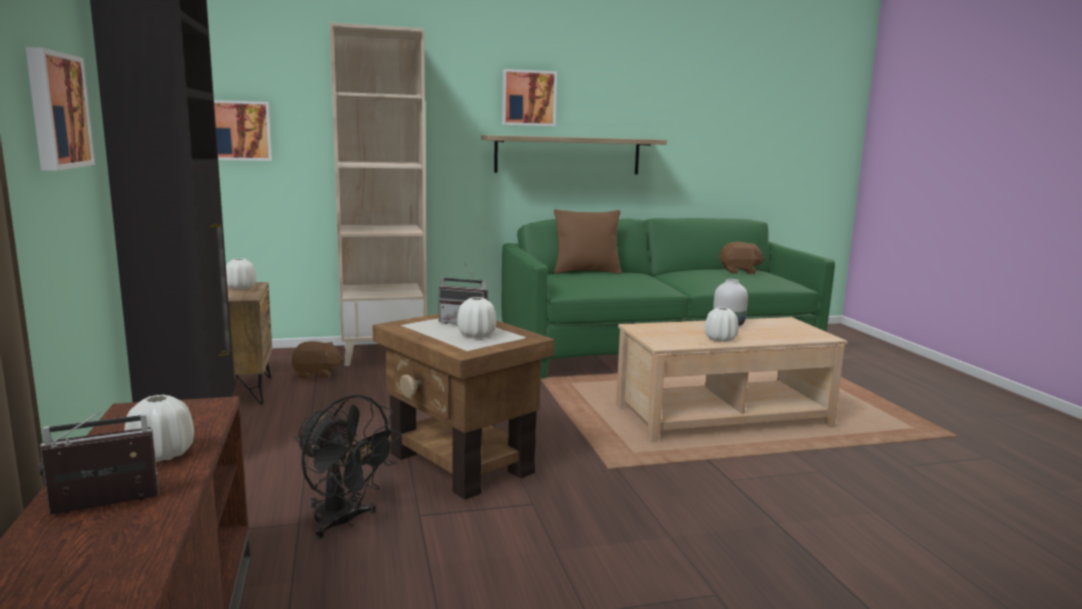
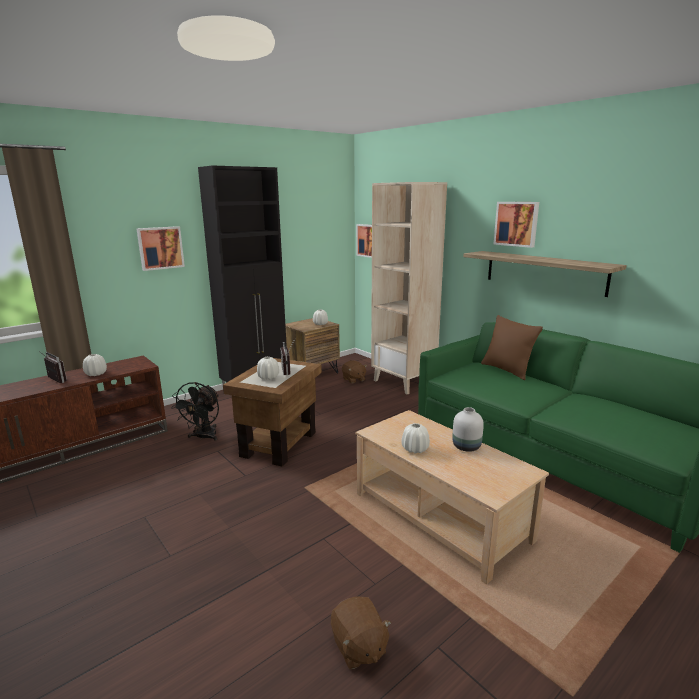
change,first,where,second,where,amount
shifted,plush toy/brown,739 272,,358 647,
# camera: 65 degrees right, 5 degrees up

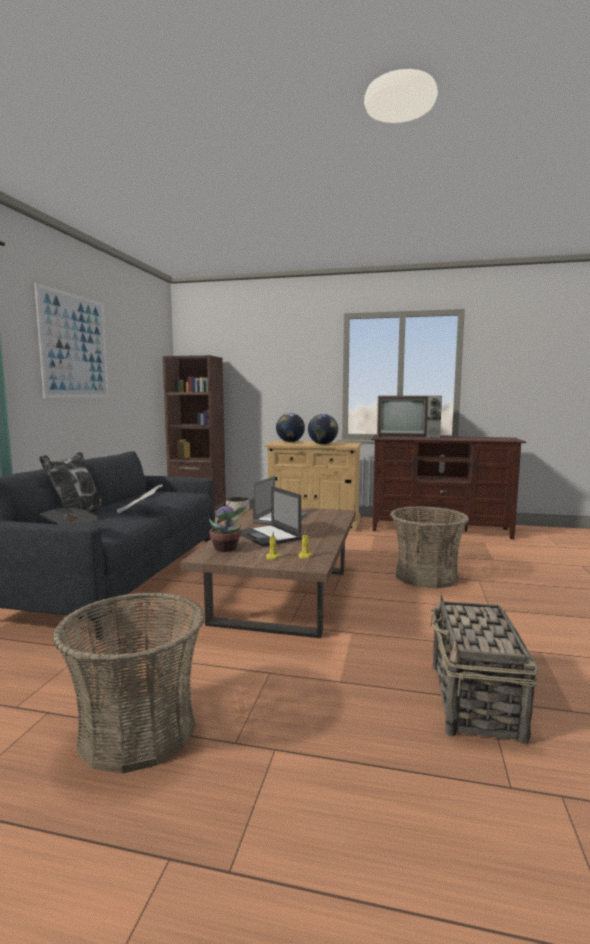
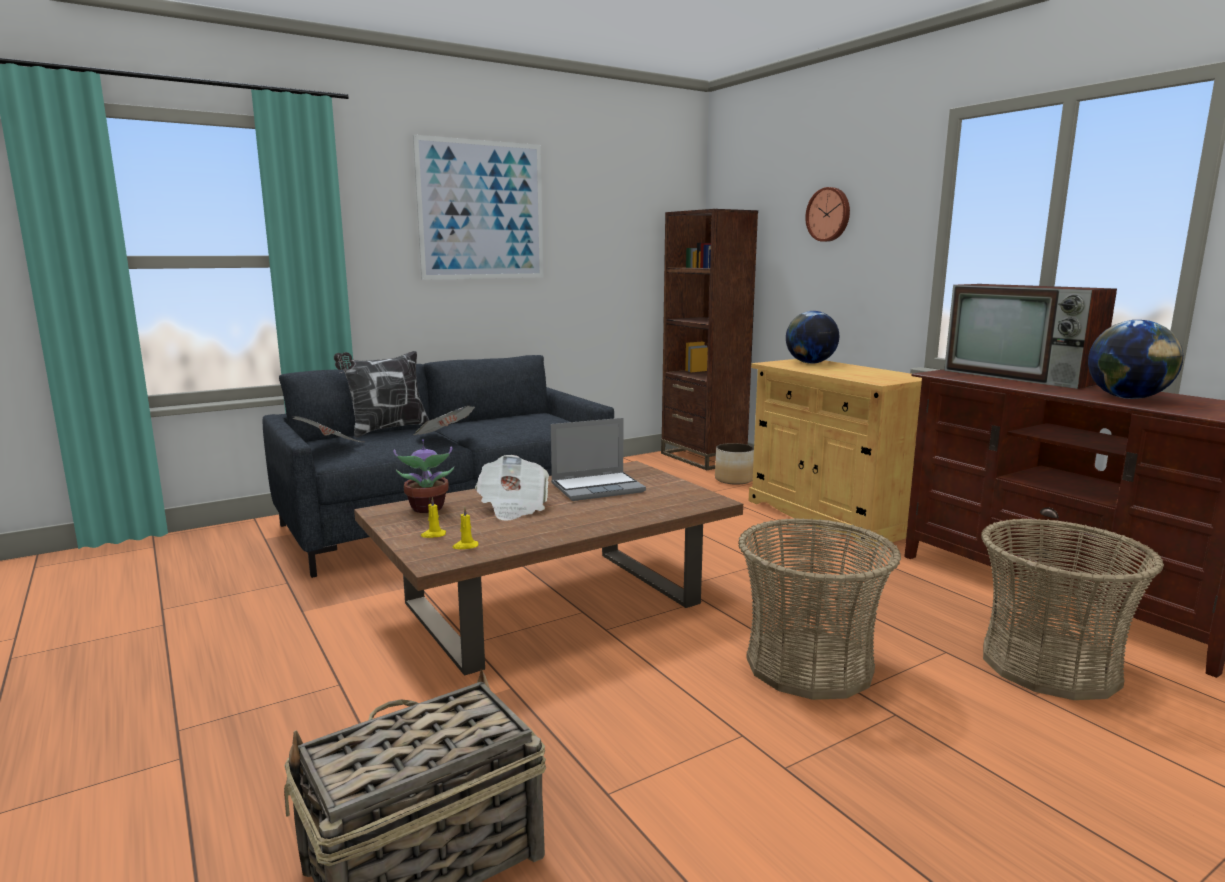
change,first,where,second,where,amount
shifted,basket,138 730,,1050 665,
swapped,laptop,269 536,newspaper,513 507,
shifted,globe,322 444,,1127 398,
new,,,wall clock,829 214,
# camera: 45 degrees right, 5 degrees up

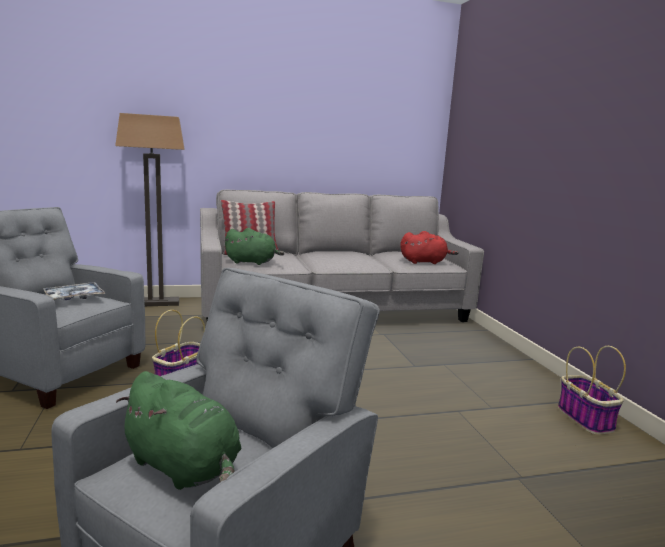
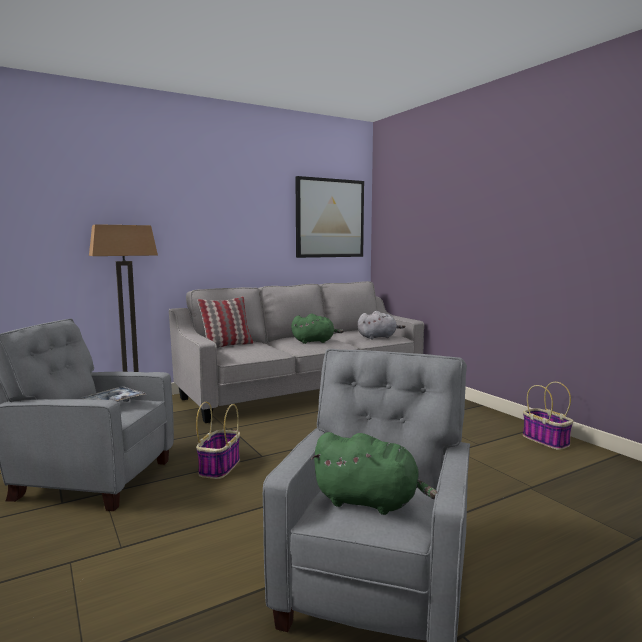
change,first,where,second,where,amount
shifted,plush toy/green,252 262,,315 341,
repainted,plush toy/red,424 262,plush toy/grey,378 337,
new,,,picture,329 218,
# camera: 15 degrees left, 5 degrees down

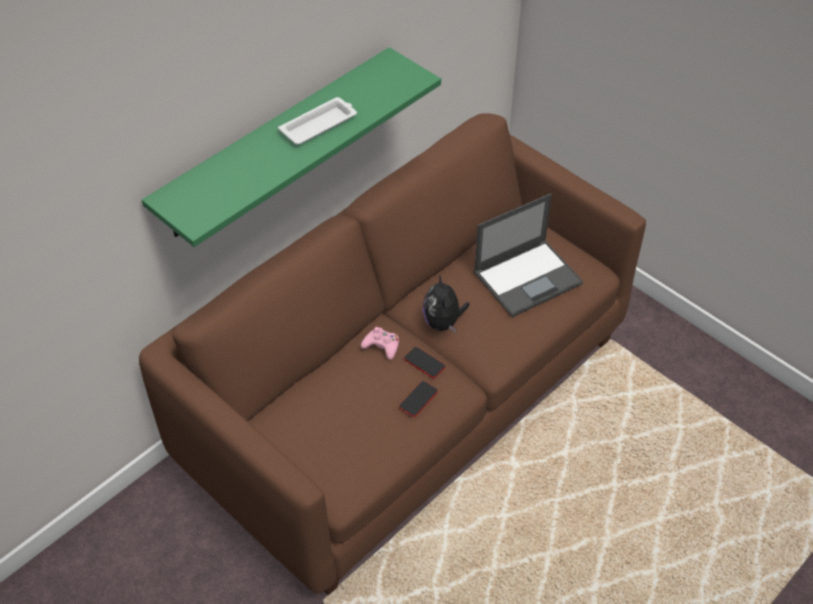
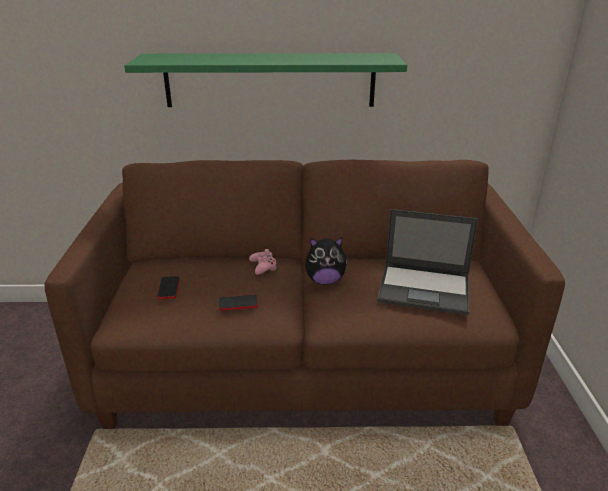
change,first,where,second,where,amount
gone,tray/white,319 125,,,
shifted,phone,424 363,,168 288,
rotated,plush toy,443 323,,325 280,135 degrees counterclockwise
# camera: 45 degrees right, 20 degrees down

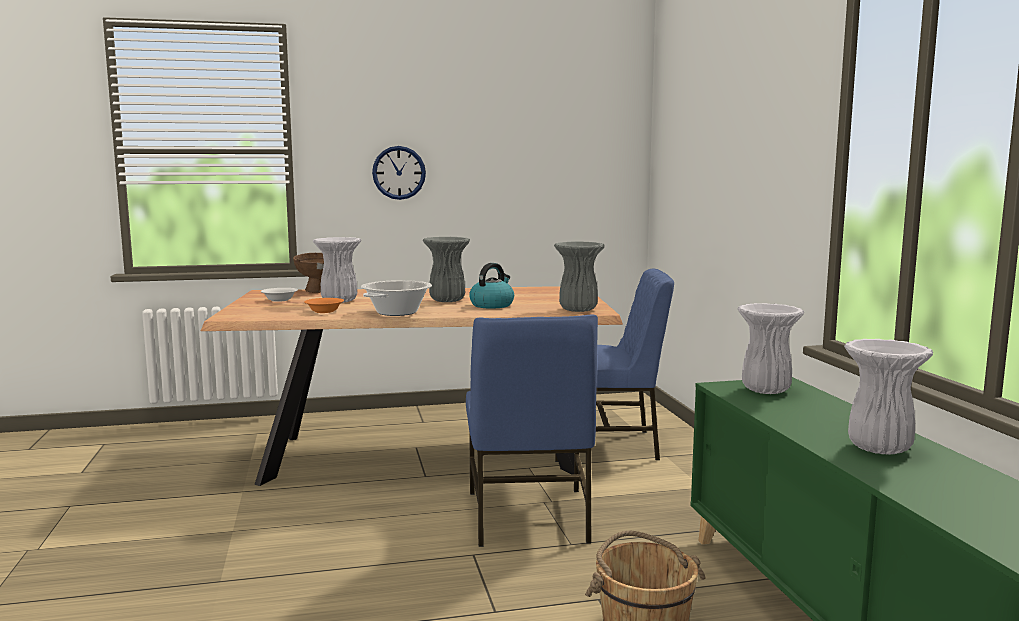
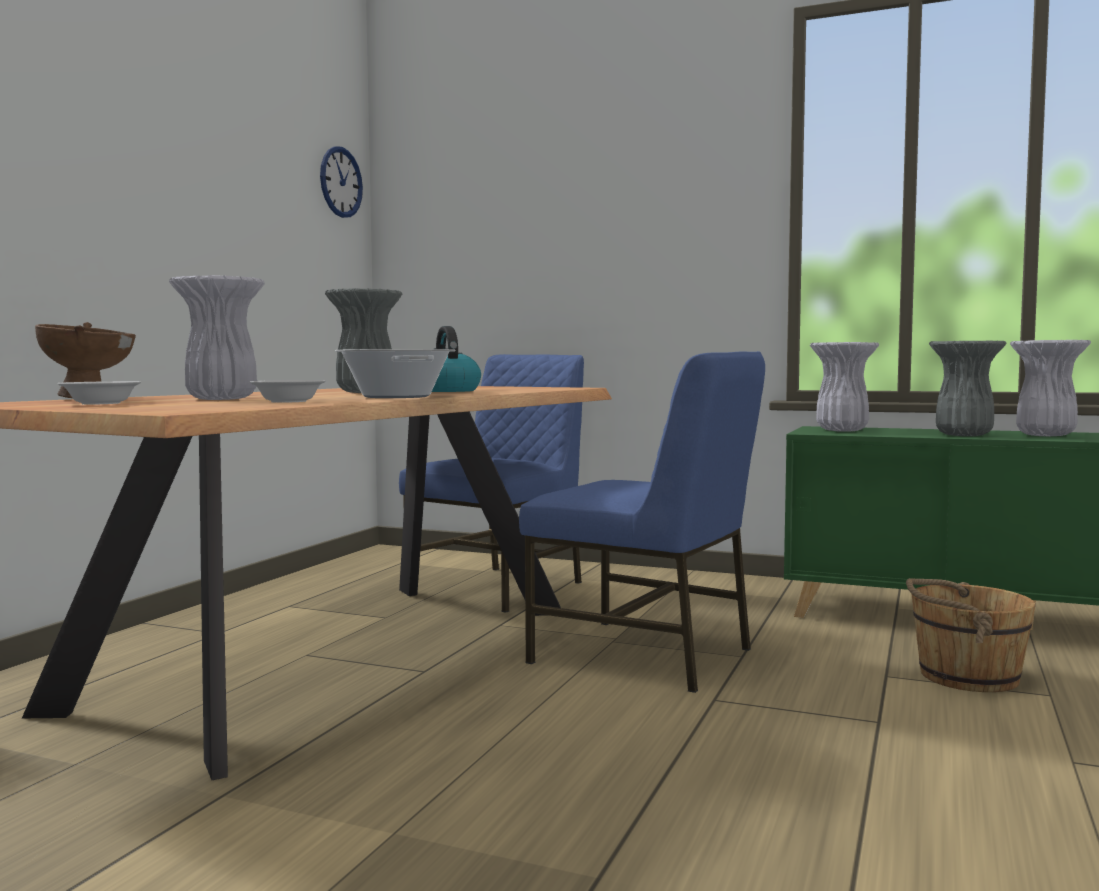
change,first,where,second,where,amount
repainted,bowl/orange,324 311,bowl/white,289 401,
shifted,wall clock,399 172,,340 182,
shifted,vase/grey,579 310,,963 435,
# camera: 55 degrees left, 5 degrees down

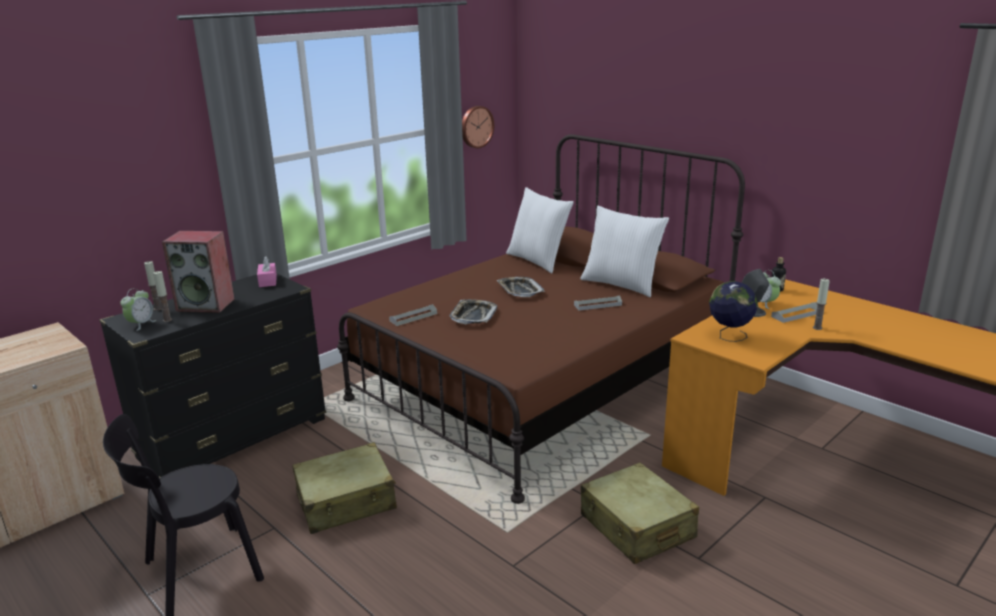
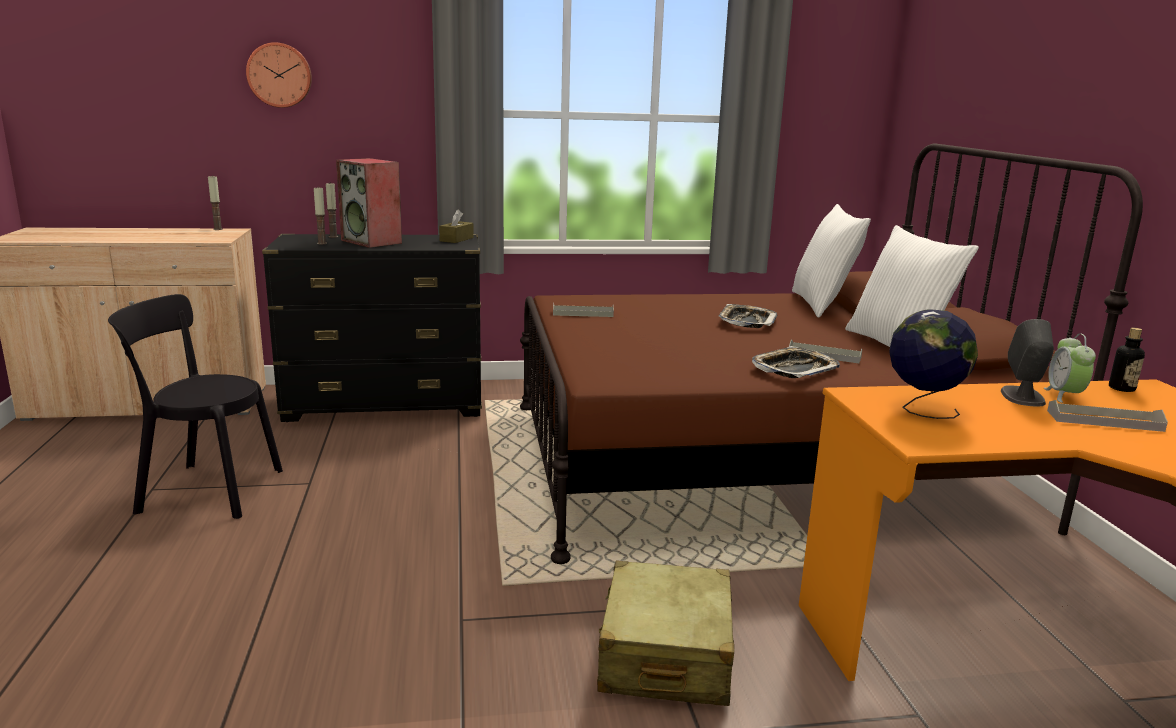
change,first,where,second,where,amount
gone,alarm clock,141 324,,,
repainted,tissue box/pink,267 281,tissue box/brown,456 239,
gone,suitcase/beige,346 501,,,
shifted,tray,473 316,,794 369,
shifted,wall clock,476 126,,280 75,
shifted,candle,817 328,,217 229,
# camera: 35 degrees right, 5 degrees down

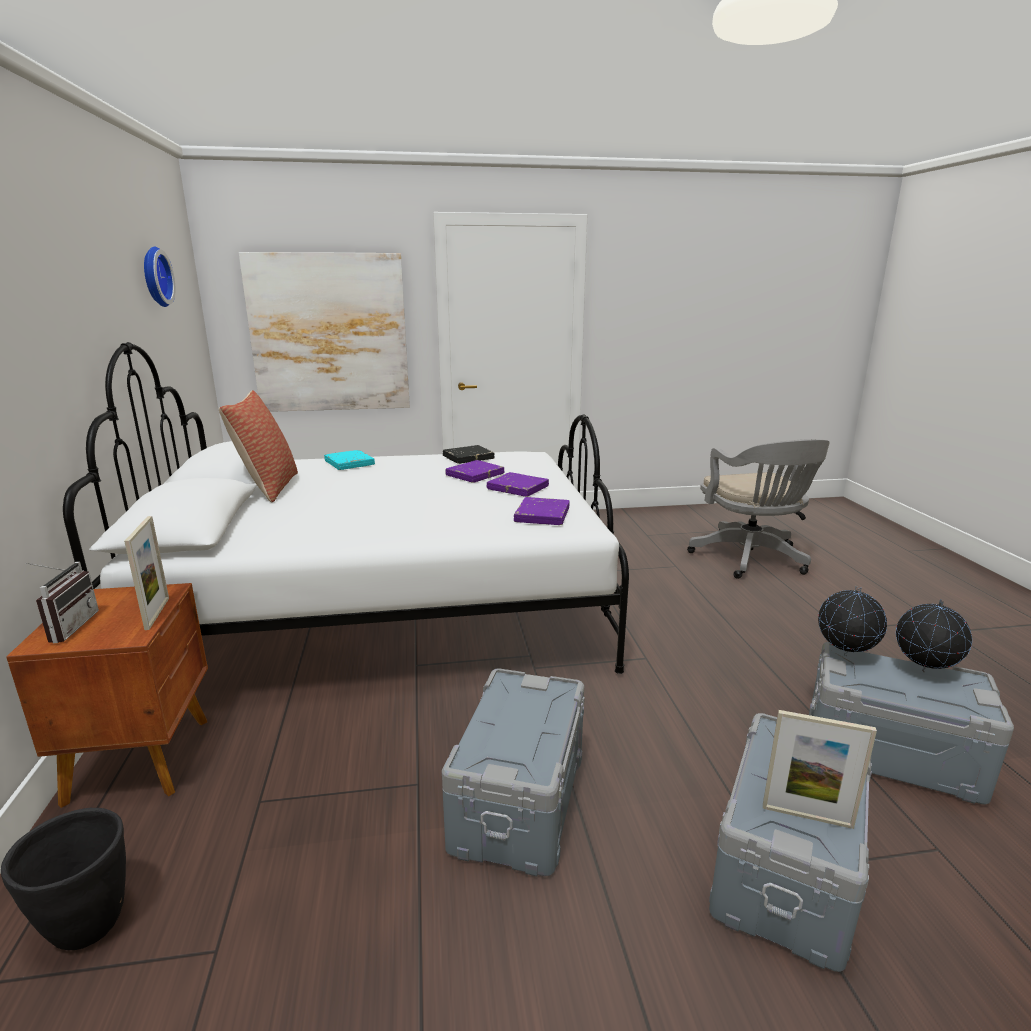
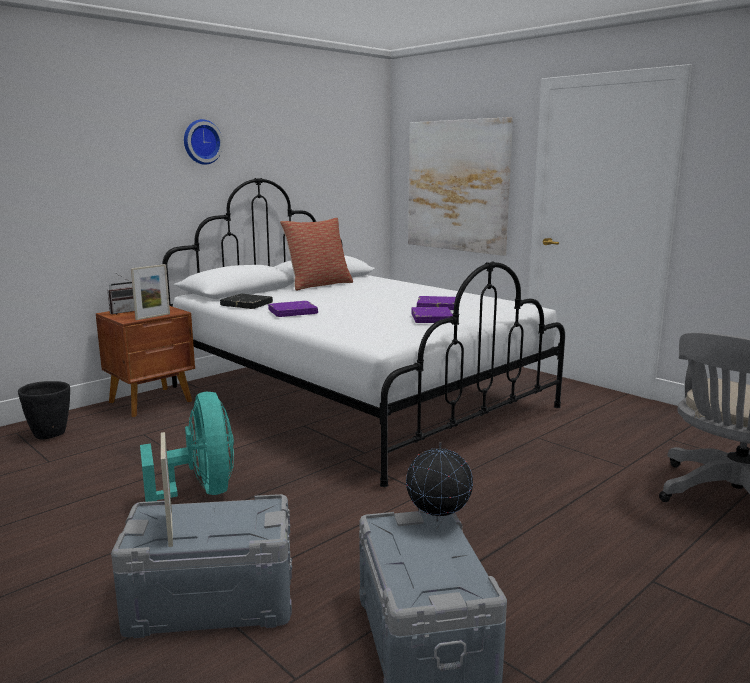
change,first,where,second,where,amount
shifted,wall clock,154 277,,201 142,
gone,book/turquoise,349 463,,,
swapped,storage box/grey,517 800,fan/turquoise,200 493,
shifted,book/black,468 458,,246 305,
shifted,book/purple,542 515,,293 312,
gone,globe,924 671,,,
# camera: 55 degrees right, 5 degrees down

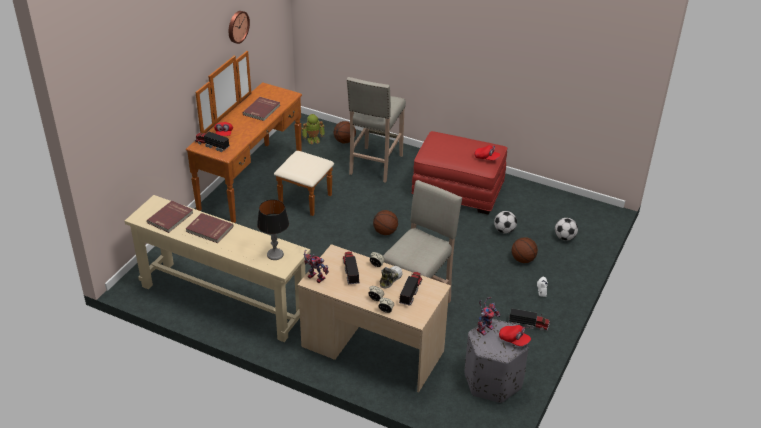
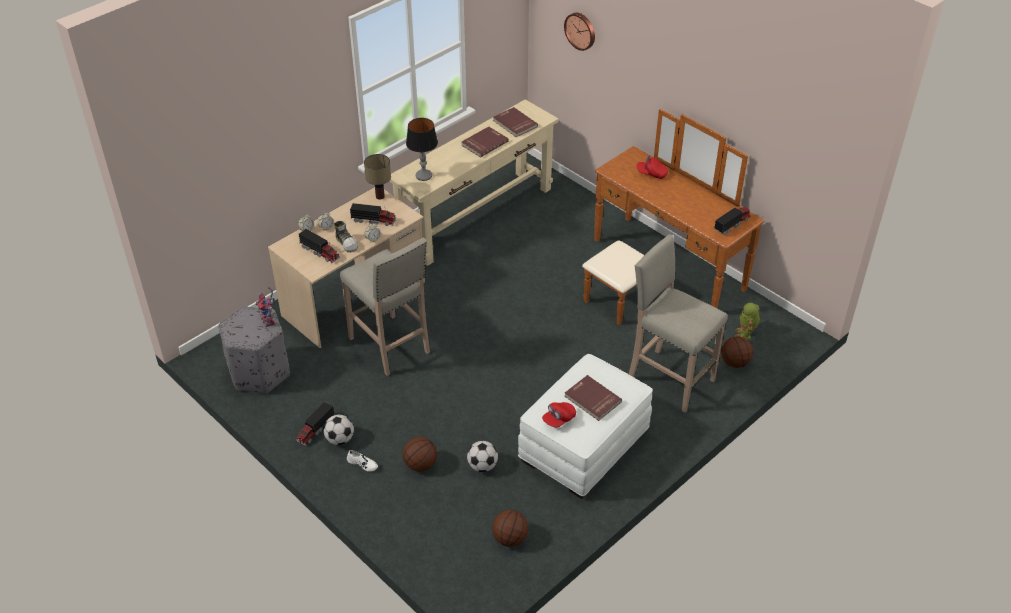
change,first,where,second,where,amount
shifted,toy truck,212 145,,732 224,
shifted,wall clock,237 26,,581 30,
shifted,book/red,262 110,,592 399,
swapped,toy robot,314 277,table lamp,380 196,
shifted,basketball,385 232,,510 539,
repainted,ottoman/red,458 190,ottoman/white,584 447,
gone,cap/red,514 340,,,
shifted,football,564 237,,340 439,
# camera: 110 degrees right, 5 degrees up

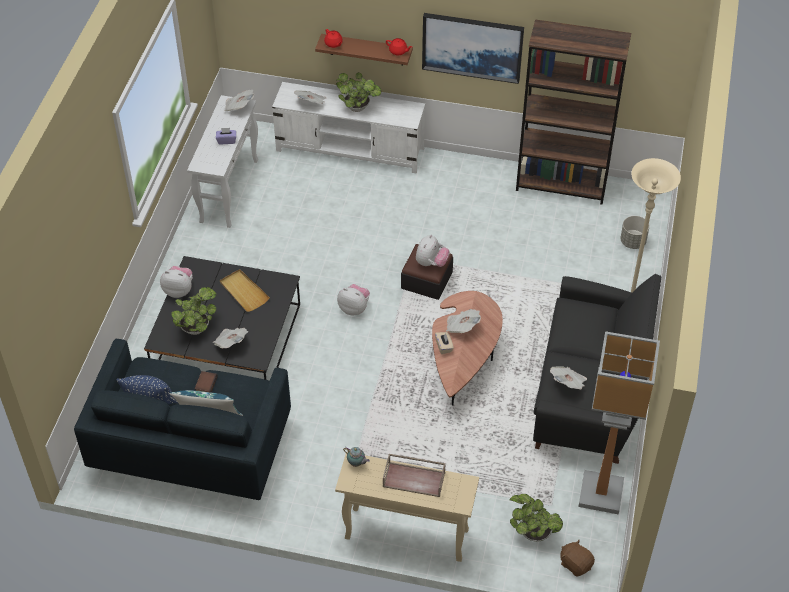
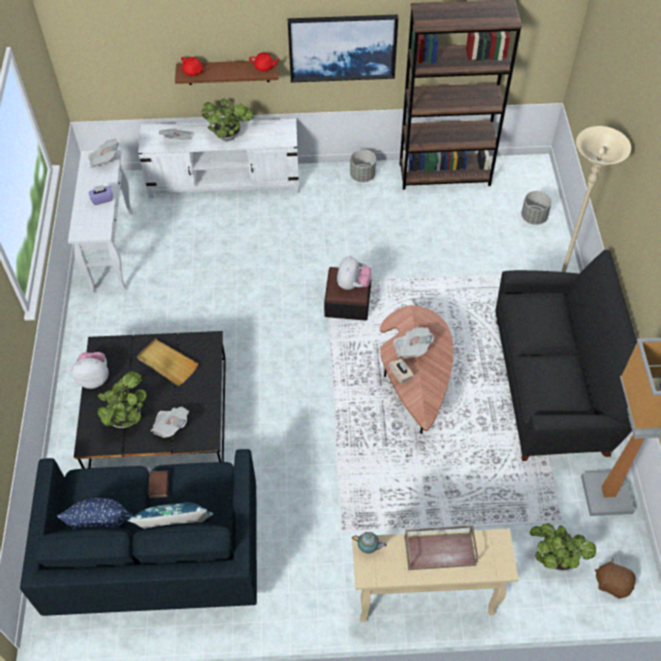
change,first,where,second,where,amount
gone,plush toy,354 308,,,
gone,newspaper,568 383,,,
new,,,planter/grey,362 175,
# camera: 15 degrees left, 5 degrees up

